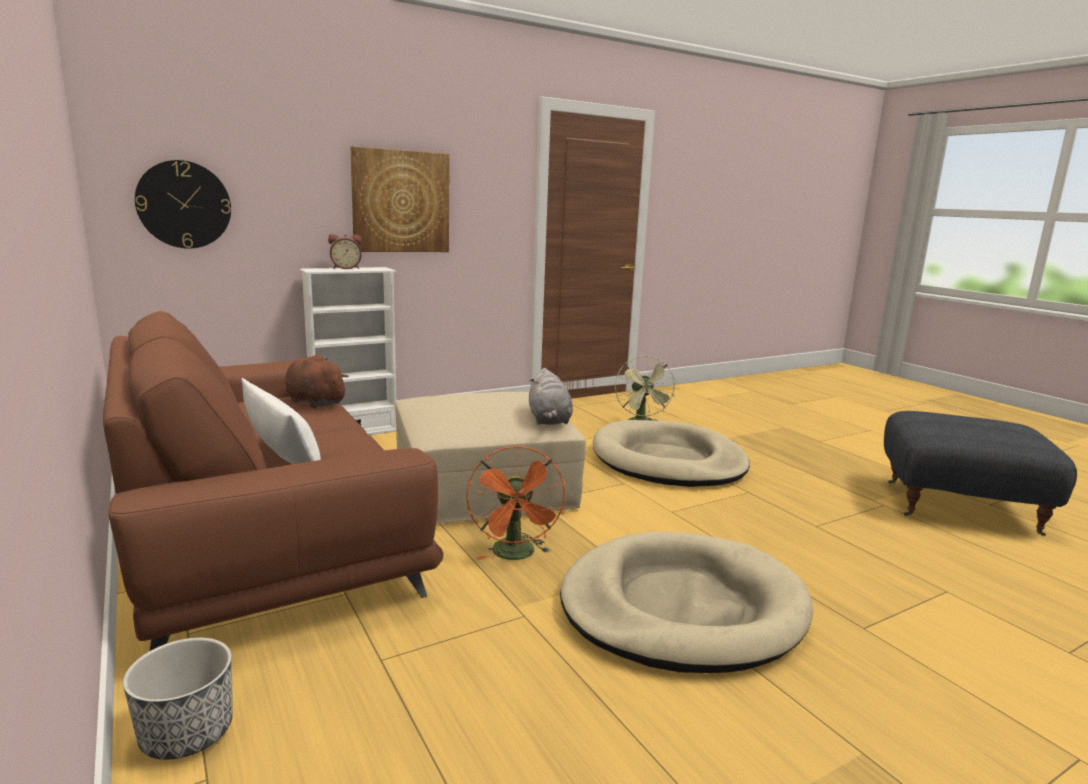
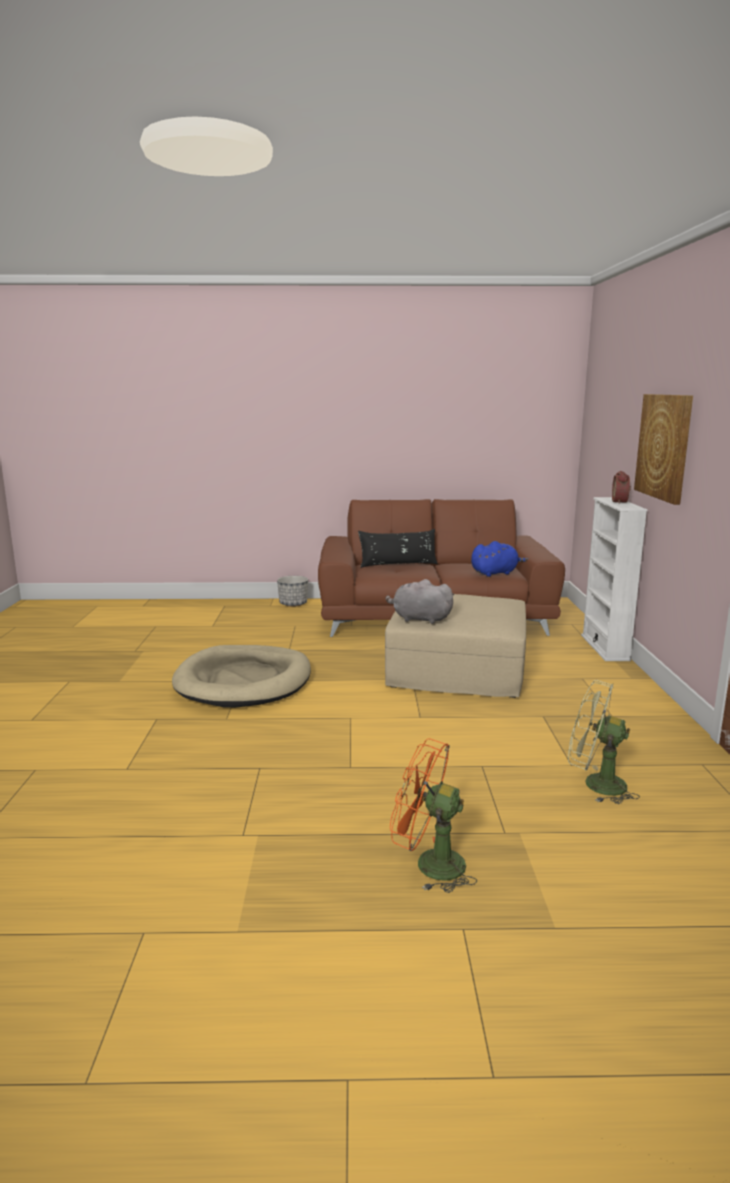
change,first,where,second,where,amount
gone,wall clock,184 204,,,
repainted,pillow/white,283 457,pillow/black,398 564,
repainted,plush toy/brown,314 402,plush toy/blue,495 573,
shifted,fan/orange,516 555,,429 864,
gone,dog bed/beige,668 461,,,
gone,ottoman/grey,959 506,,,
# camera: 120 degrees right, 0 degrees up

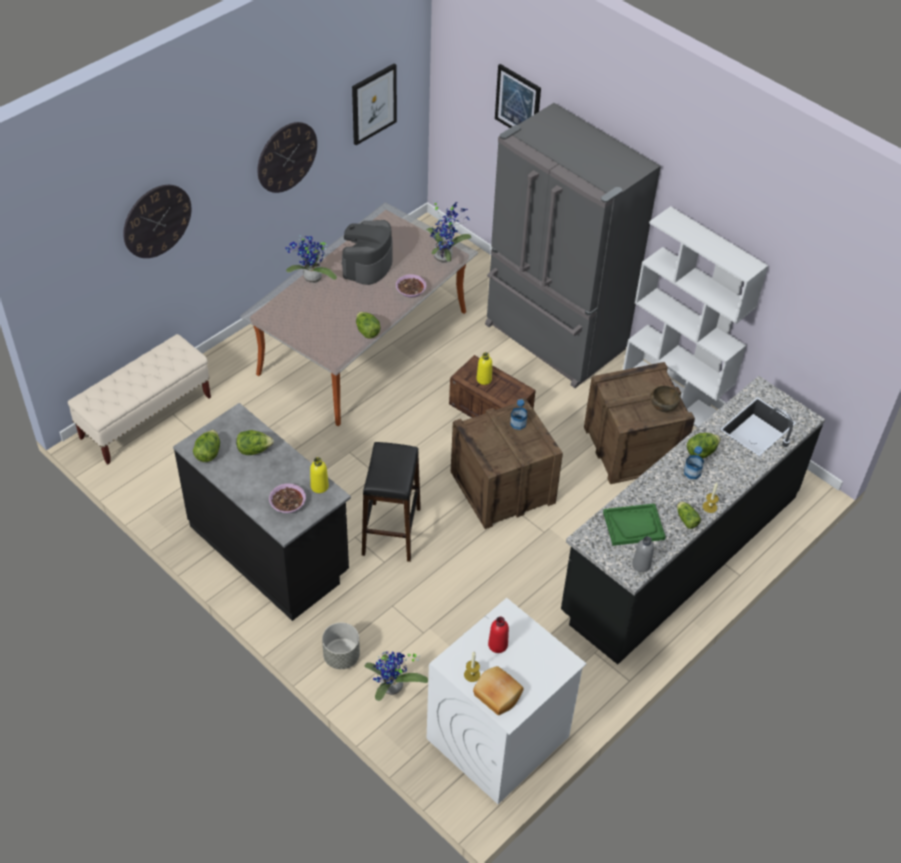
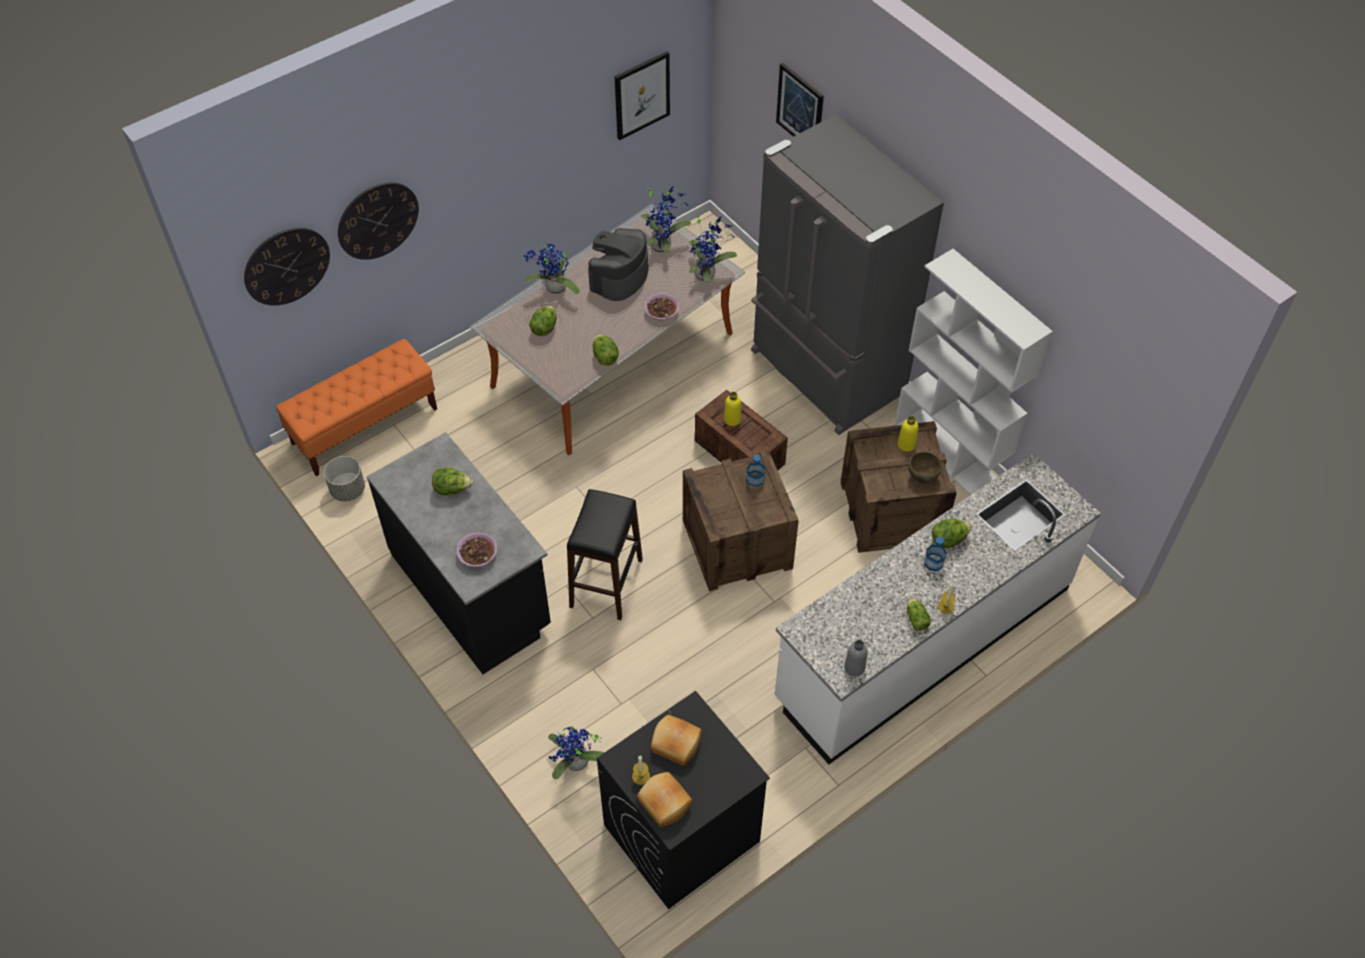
change,first,where,second,where,amount
repainted,bench/beige,146 417,bench/orange,365 426,
shifted,lettuce,208 453,,544 328,
shifted,wall clock,287 157,,286 266,
shifted,bottle/yellow,319 486,,906 444,
shifted,planter/grey,341 656,,348 490,
repainted,washing machine/white,497 738,washing machine/black,681 834,
swapped,bottle/red,497 645,bread,675 745,
repainted,counter/black,680 554,counter/white,922 643,
gone,tray/green,633 525,,,
new,,,potted plant,663 245,
# camera: 10 degrees right, 5 degrees up

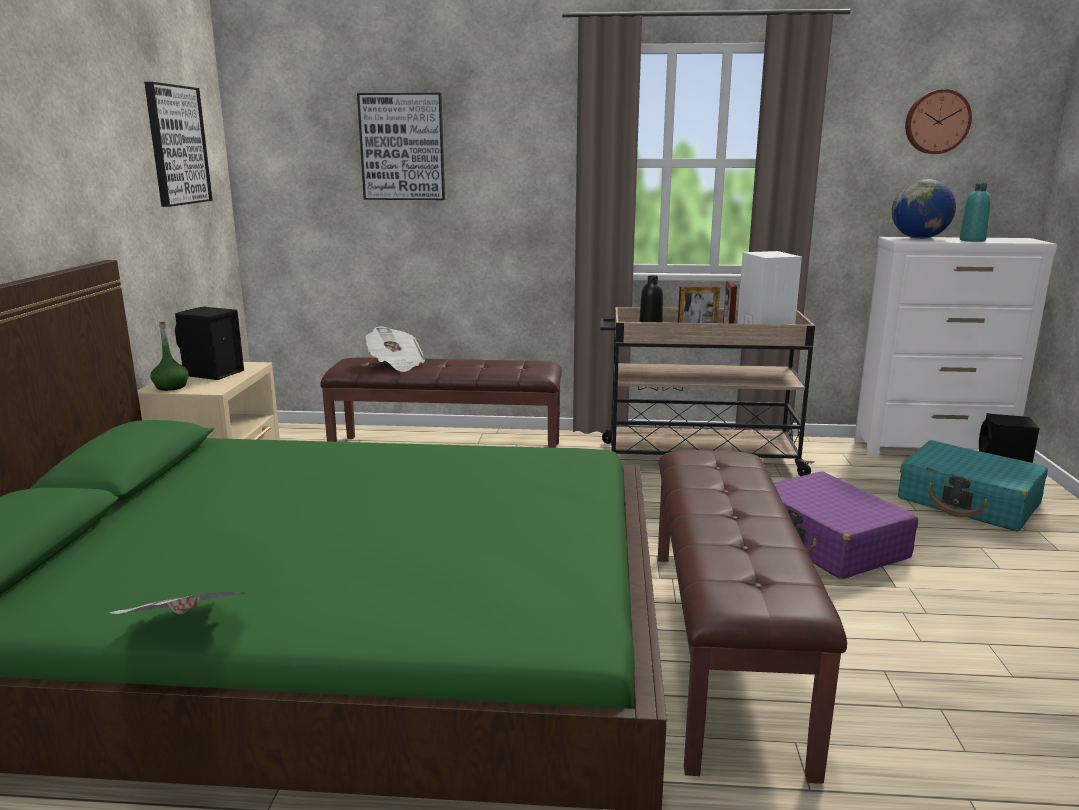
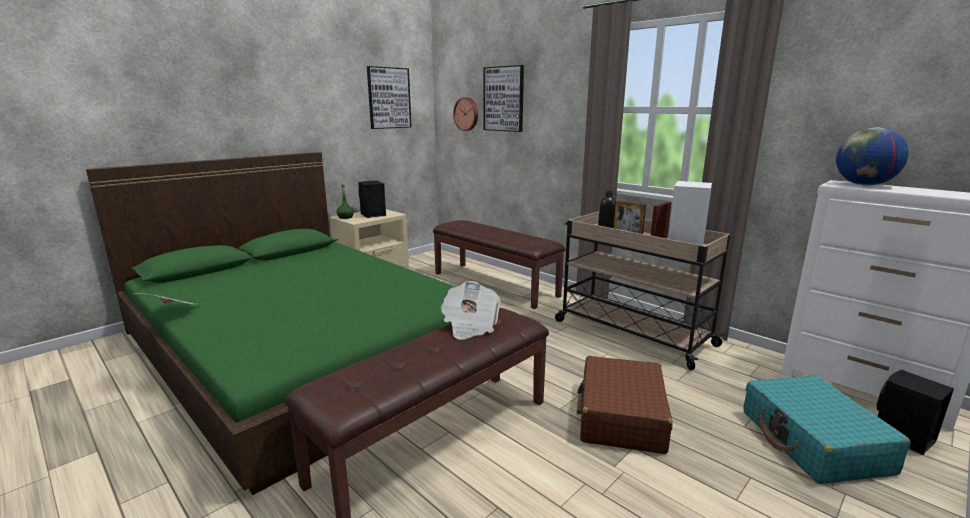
change,first,where,second,where,amount
shifted,newspaper,396 364,,470 325,
repainted,suitcase/purple,828 542,suitcase/brown,621 416,
shifted,wall clock,936 122,,466 114,
gone,bottle/turquoise,972 240,,,
# camera: 40 degrees right, 0 degrees up

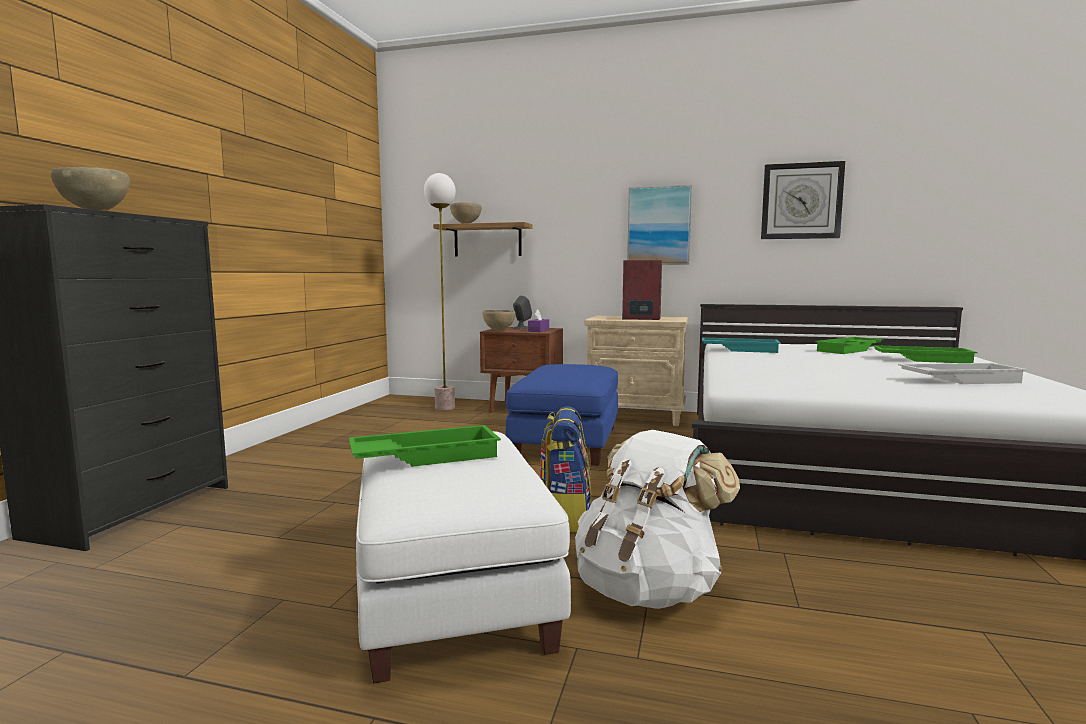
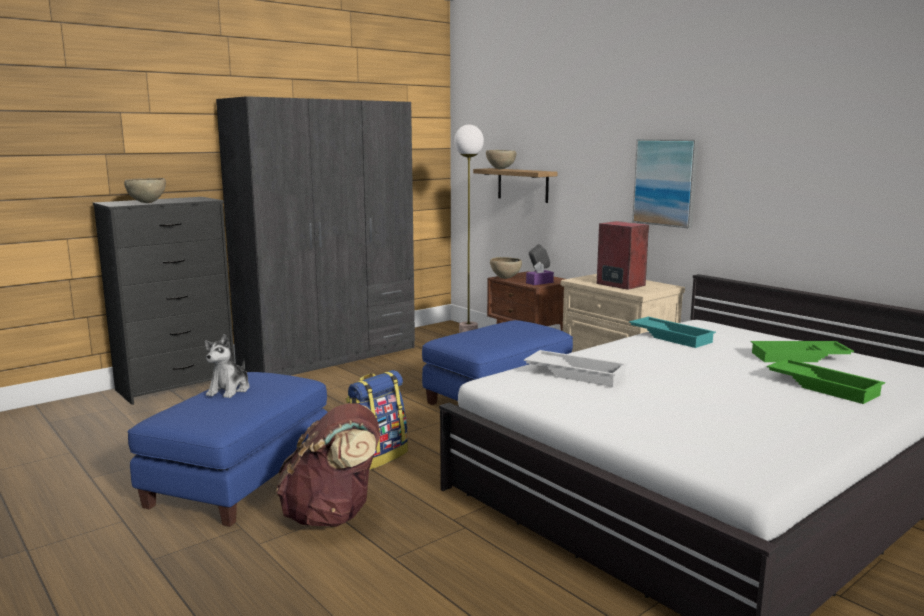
change,first,where,second,where,amount
swapped,tray/green,426 456,plush toy,229 390,
repainted,ottoman/white,452 591,ottoman/blue,239 479,
repainted,backpack/white,648 589,backpack/brown,333 515,
gone,wall clock,801 201,,,
shifted,tray/white,959 380,,576 373,
new,,,wardrobe/grey,329 356,
# camera: 35 degrees right, 5 degrees up

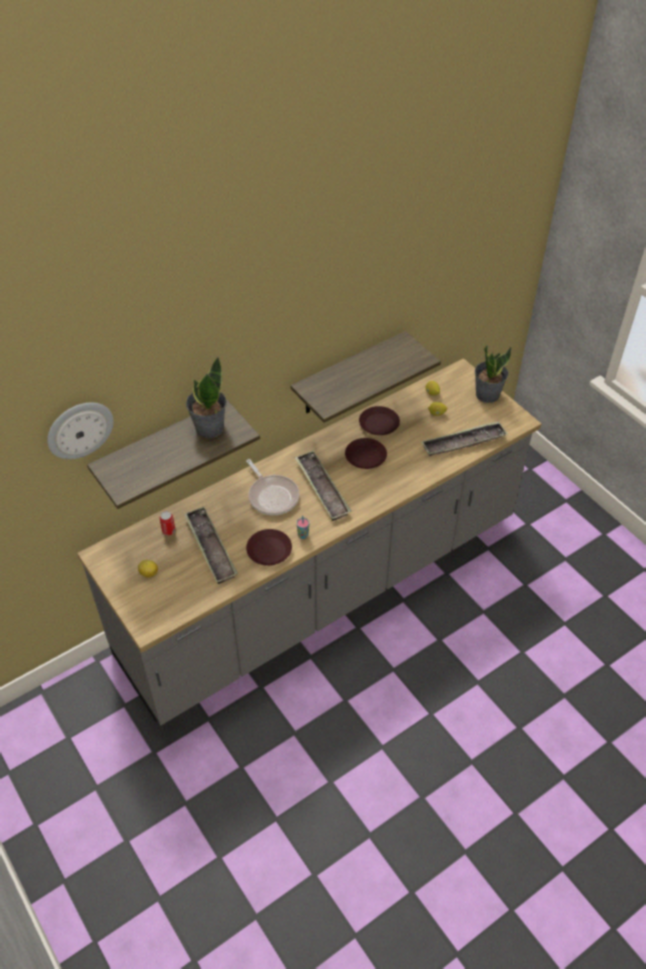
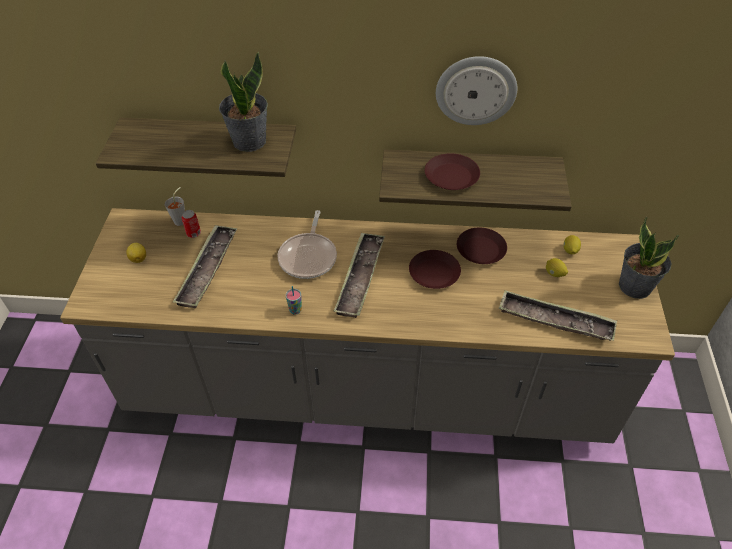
change,first,where,second,where,amount
shifted,wall clock,79 429,,476 90,
shifted,plate/brown,269 550,,452 176,
new,,,cup/grey,181 220,
# camera: 40 degrees right, 0 degrees up

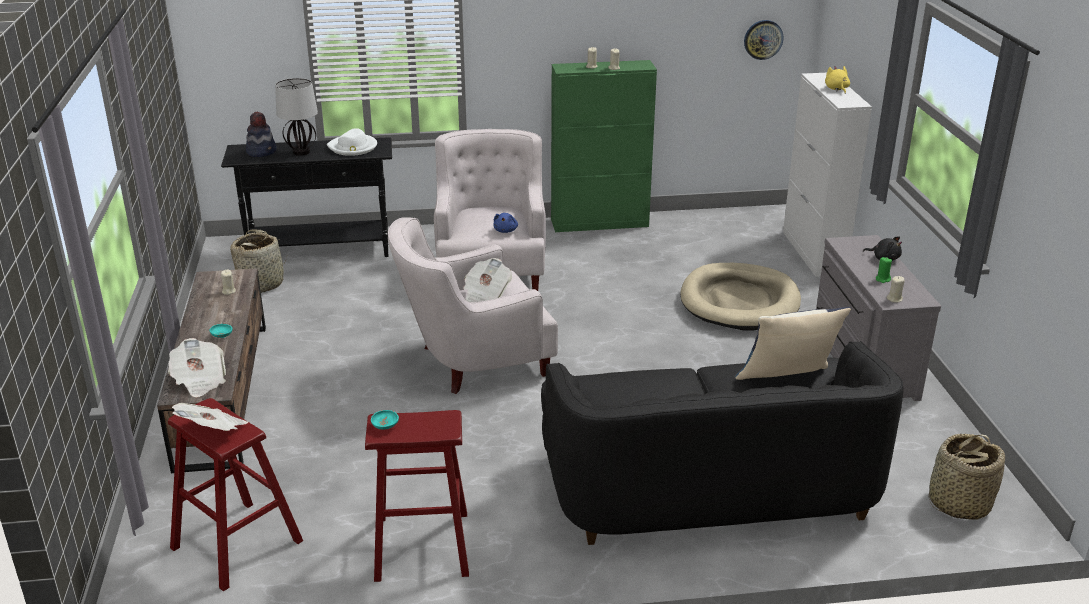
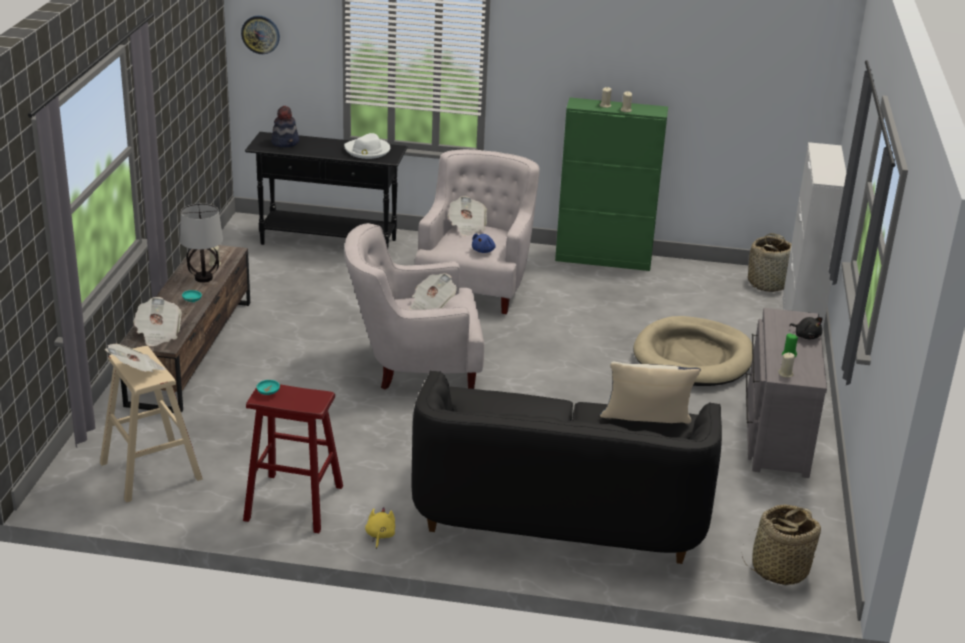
change,first,where,second,where,amount
repainted,stool/red,236 544,stool/beige,150 471,
shifted,basket,261 283,,768 283,
shifted,table lamp,302 152,,204 278,
shifted,wall clock,763 39,,260 34,
shifted,plush toy/yellow,836 89,,380 536,
new,,,newspaper,467 227,
# camera: 15 degrees right, 0 degrees up

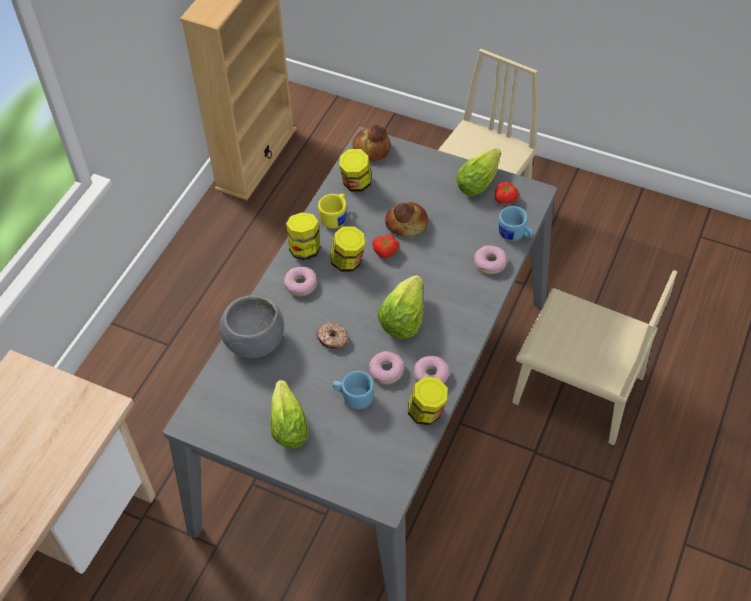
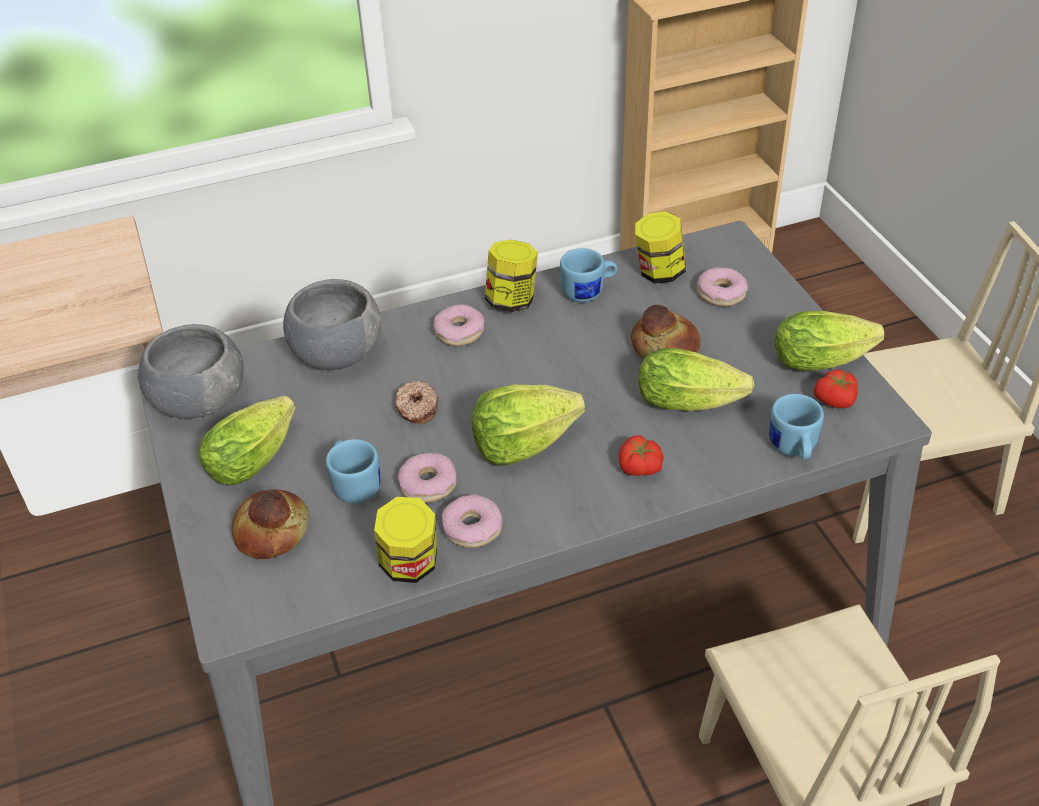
change,first,where,second,where,amount
repainted,mug/yellow,336 217,mug/blue,589 292,
gone,jar,348 262,,,
shifted,bread,371 149,,271 531,
shifted,tomato,385 252,,638 468,
shifted,donut,490 263,,721 293,
new,,,bowl/grey,199 400,
new,,,lettuce,694 401,
# camera: 45 degrees right, 10 degrees down

